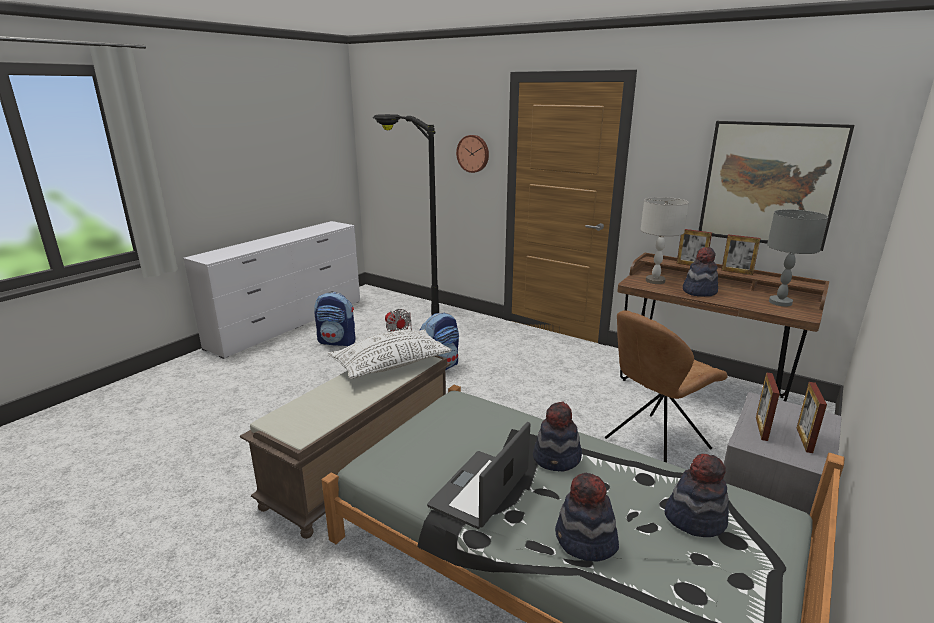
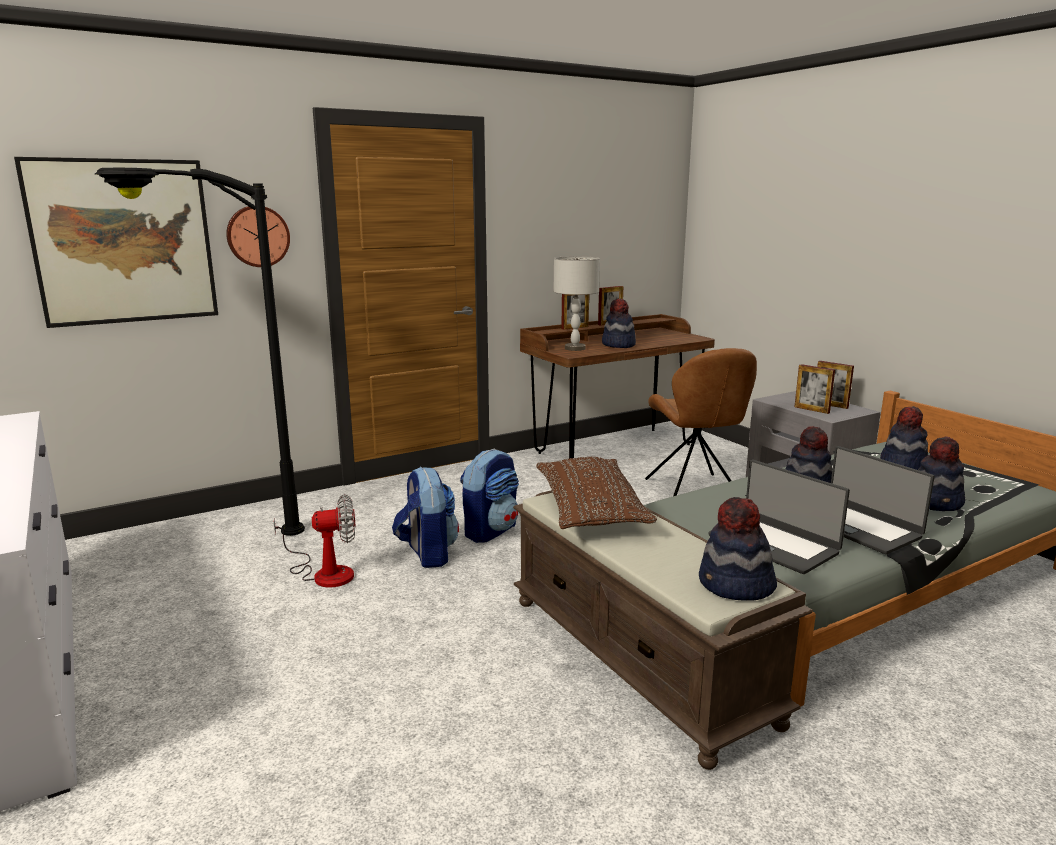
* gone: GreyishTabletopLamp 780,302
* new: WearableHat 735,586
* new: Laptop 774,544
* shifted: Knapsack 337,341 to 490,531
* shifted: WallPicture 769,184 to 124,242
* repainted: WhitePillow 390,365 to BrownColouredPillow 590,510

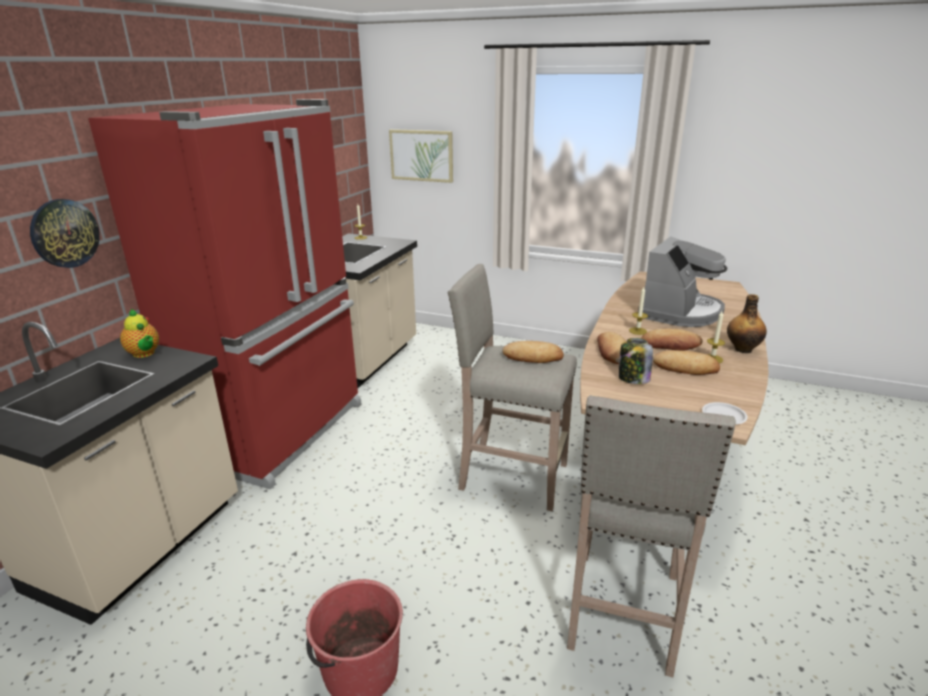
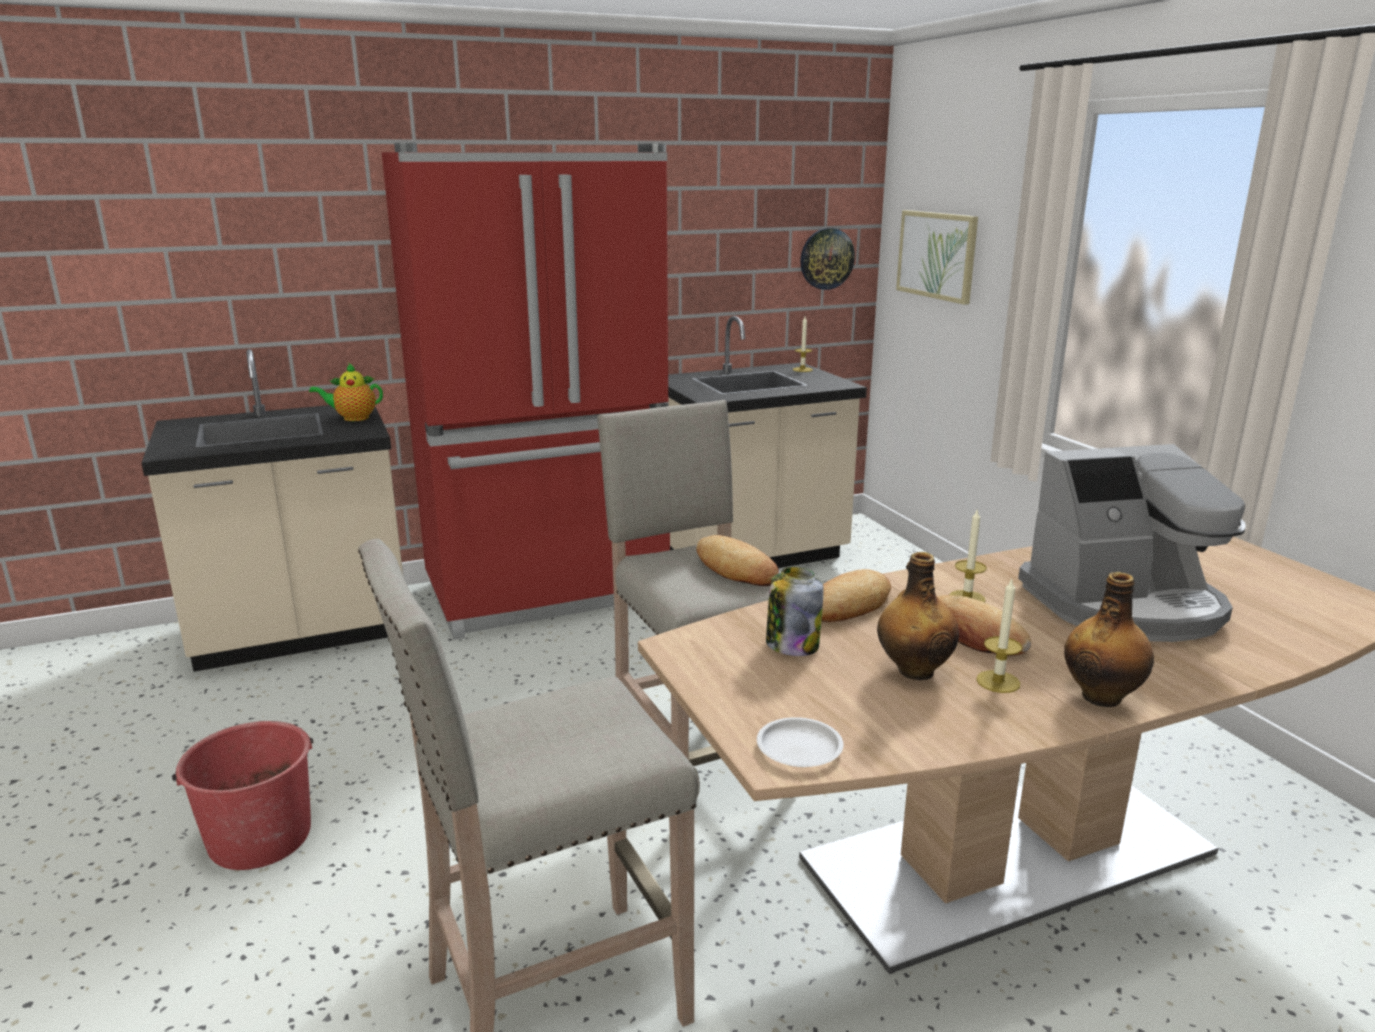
* shifted: WallClock 64,233 to 826,258
* swapped: Bread 685,367 to BeverageBottle 914,670
* rotated: TeaPot 144,354 = 353,418 75 degrees clockwise

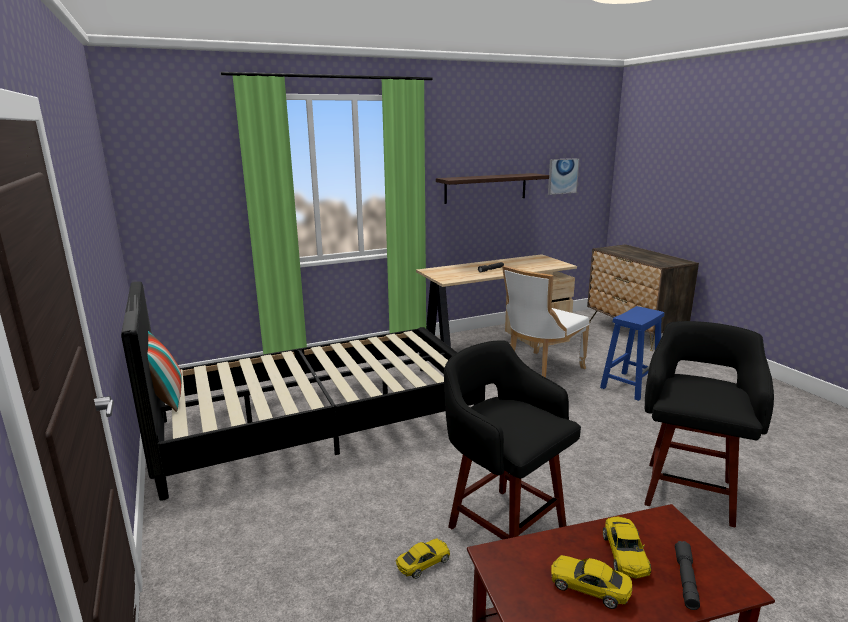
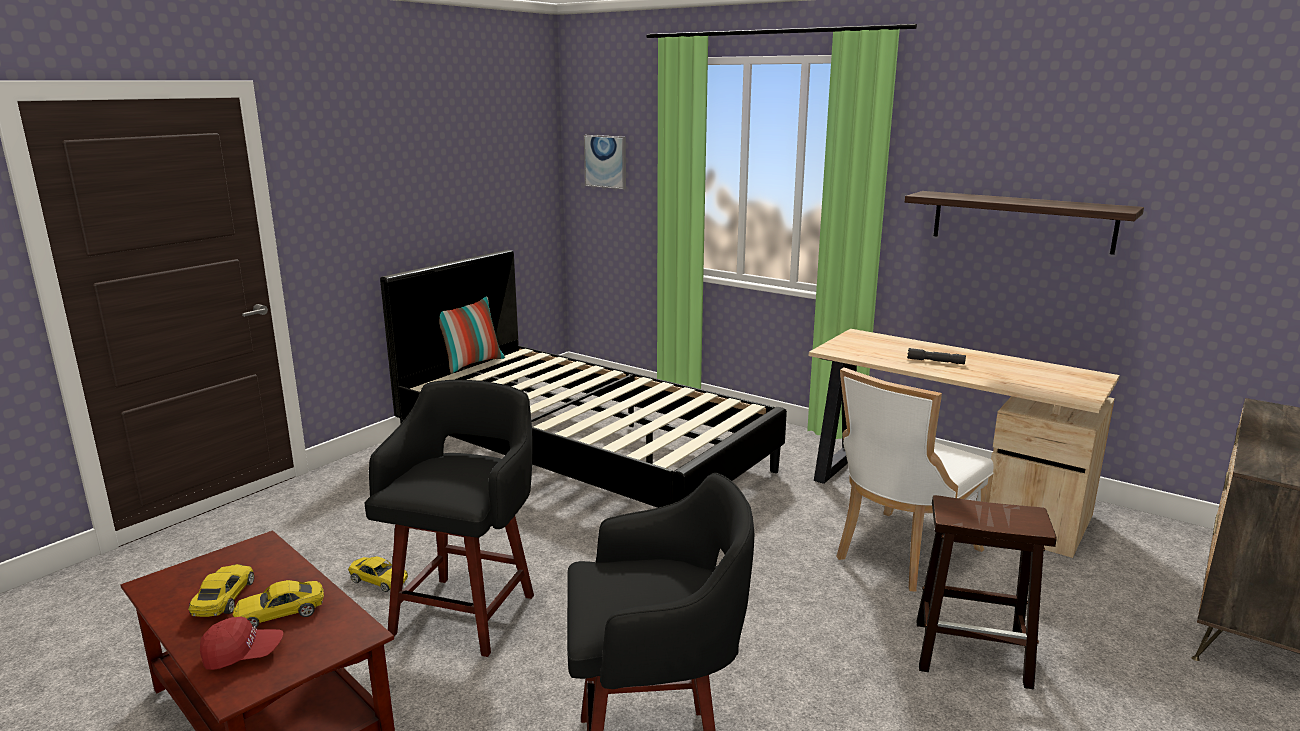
* shifted: WallPicture 562,176 to 605,161
* swapped: GreyishHandTorch 686,580 to ReddishBaseballCap 243,654
* repainted: BlueStool 630,385 to BrownColouredStool 973,653
* rotated: WhitePlainChair 540,370 = 901,554 60 degrees counterclockwise

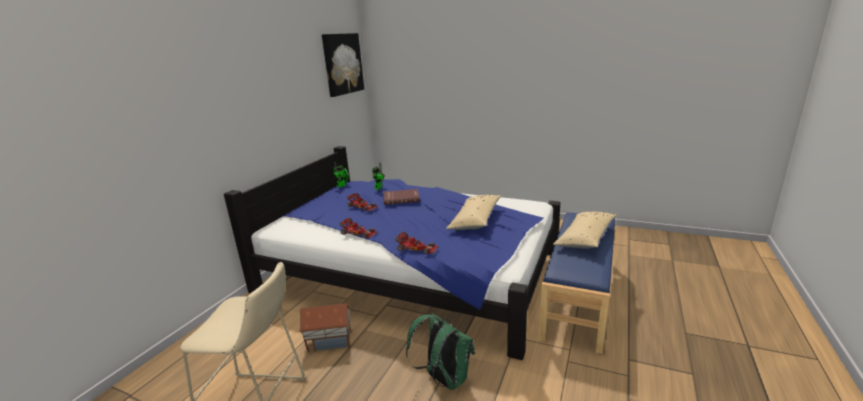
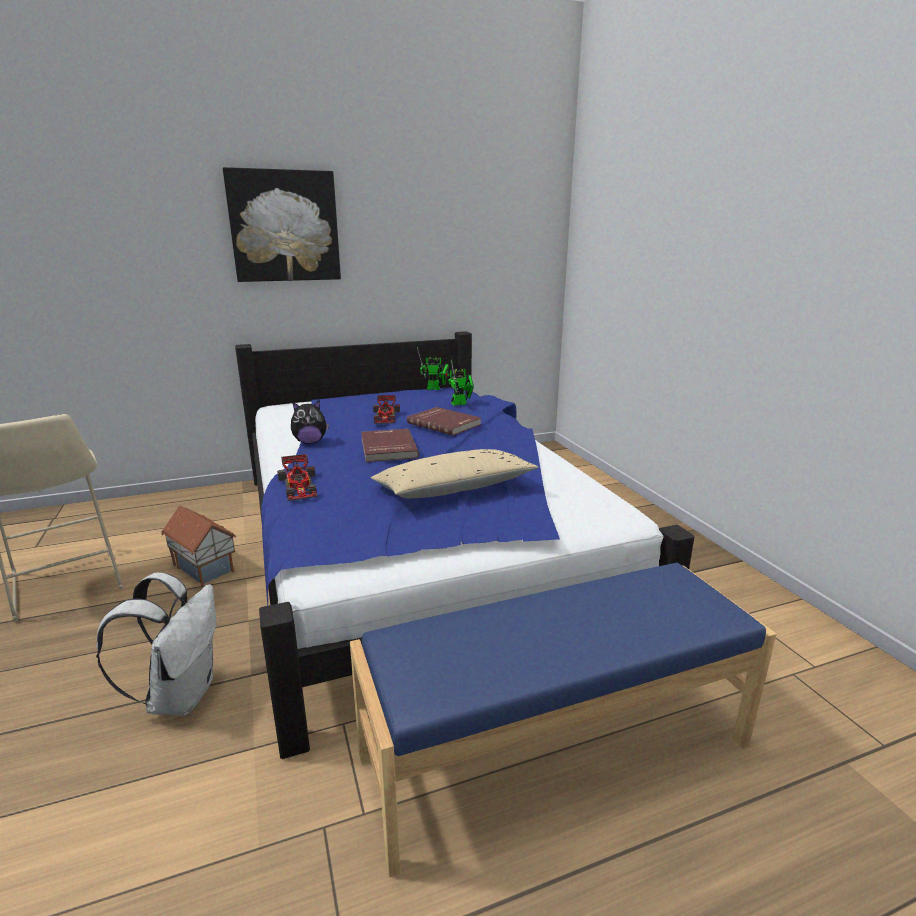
* gone: BeigeColouredPillow 585,238
* new: ReddishBoundBook 387,448
* shifted: WallPicture 342,64 to 284,226
* swapped: ModelCar 359,232 to SoftToy 310,442
* repainted: GreenKnapsack 444,379 to WhiteKnapsack 181,694

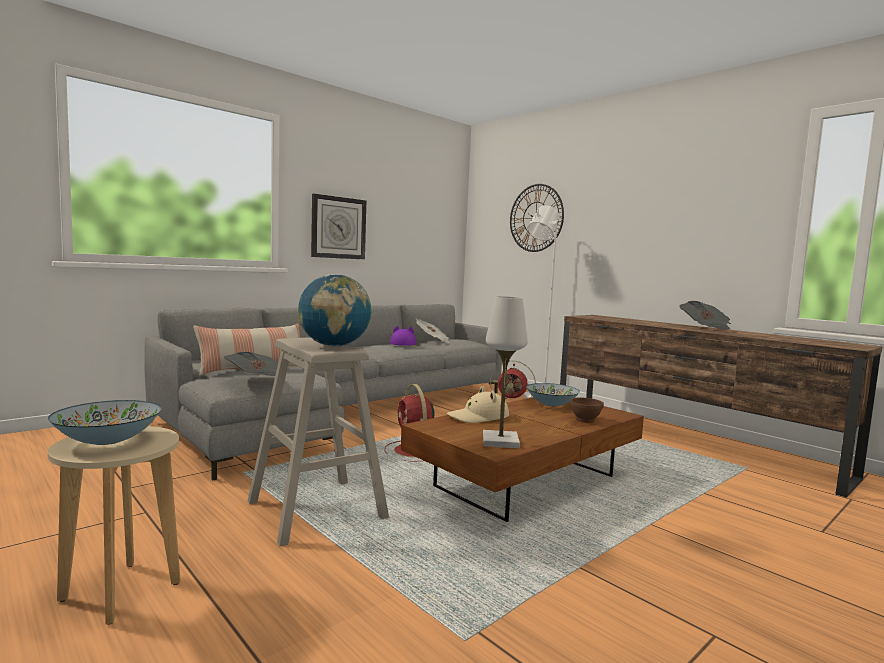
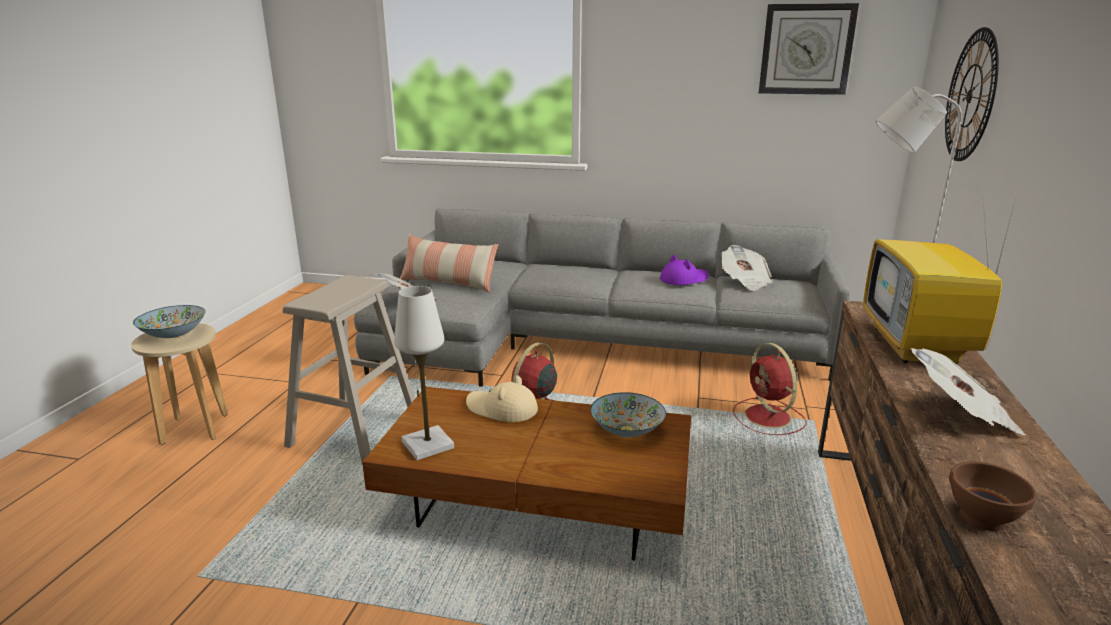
* gone: DeskGlobe 334,346
* new: Television 917,347
* shifted: WallClock 338,228 to 806,49
* shifted: BrownColouredServingBowl 585,420 to 982,518

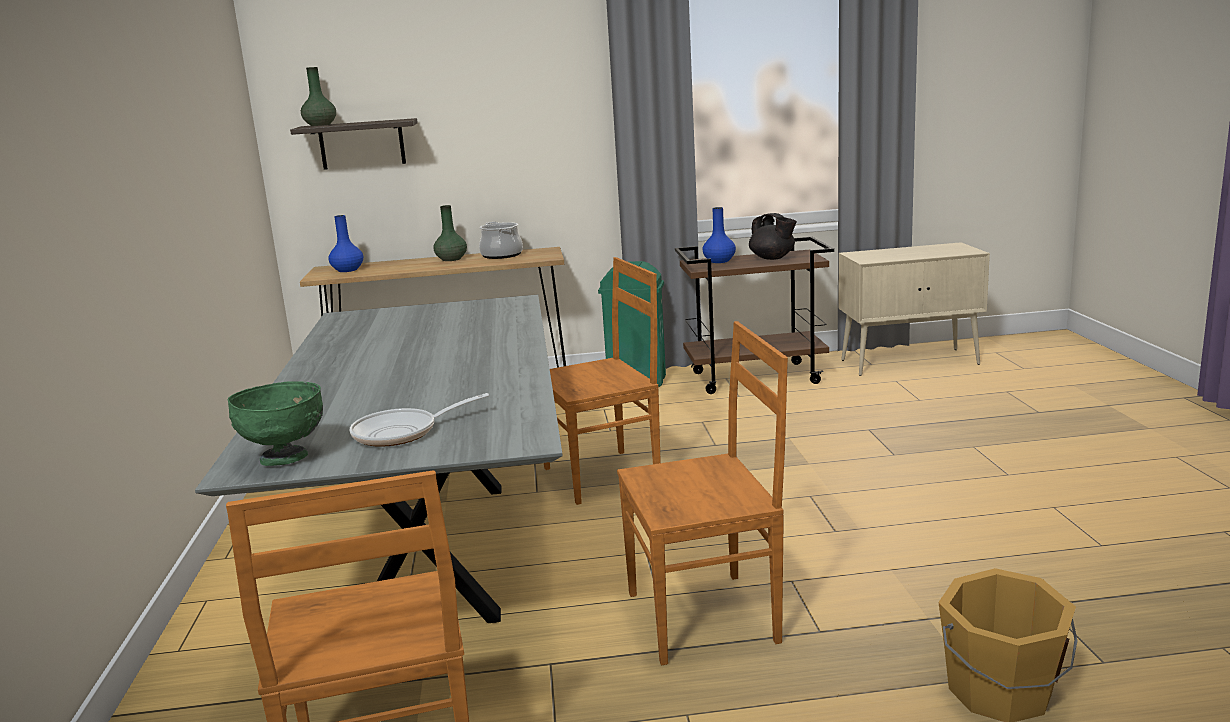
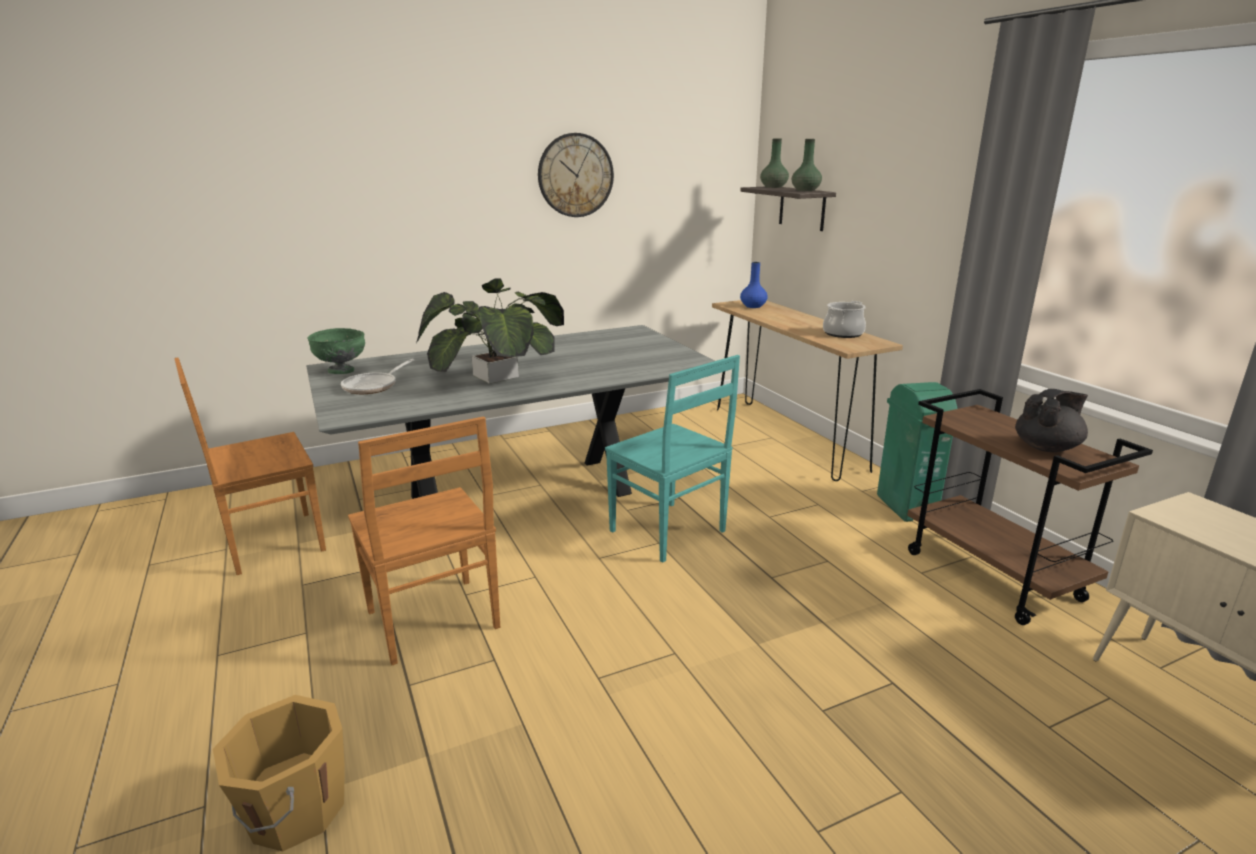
* gone: BlueDecorativeVase 719,261
* new: PlantInAPot 495,375
* new: WallClock 575,175
* shifted: GreenDecorativeVase 451,259 to 805,190
* repainted: BrownColouredPlainChair 605,476 to TurquoiseColouredPlainChair 669,532
* rotated: Pan 402,432 = 373,386 105 degrees counterclockwise
* rotated: BlackTeaPot 772,258 = 1047,448 150 degrees counterclockwise

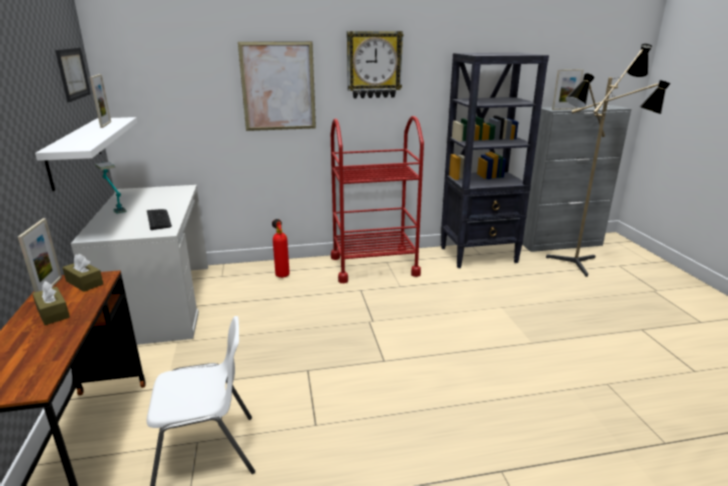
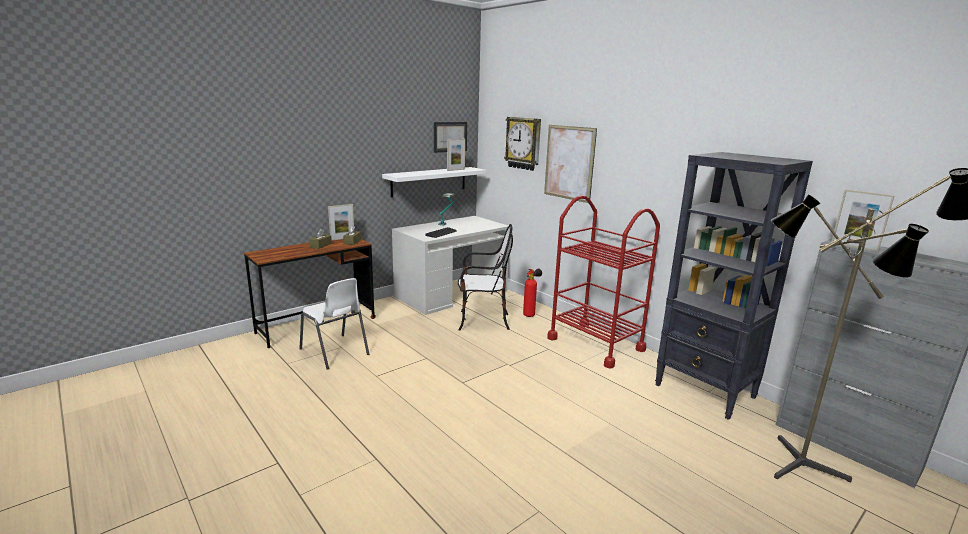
* new: PlainChair 483,321
* shifted: WallClock 374,65 to 523,143

